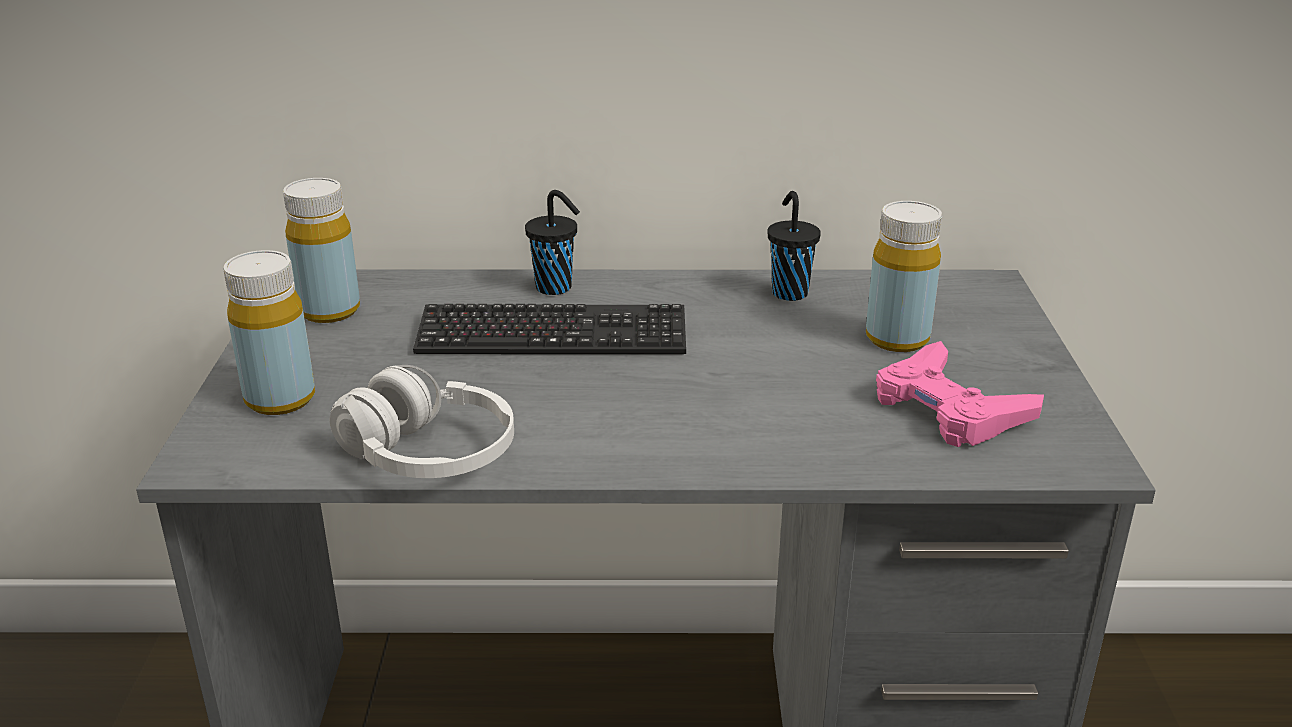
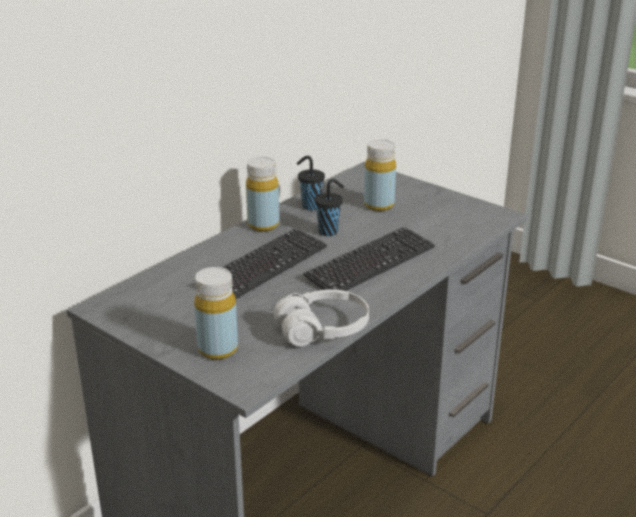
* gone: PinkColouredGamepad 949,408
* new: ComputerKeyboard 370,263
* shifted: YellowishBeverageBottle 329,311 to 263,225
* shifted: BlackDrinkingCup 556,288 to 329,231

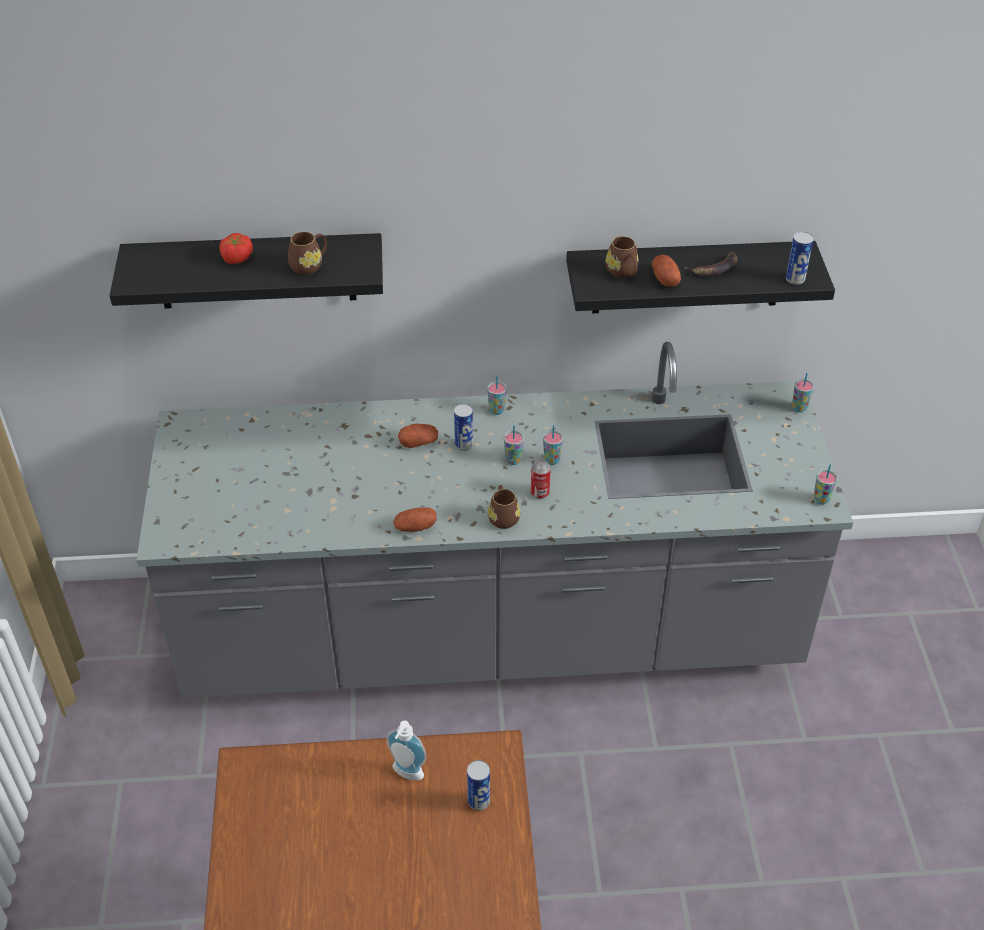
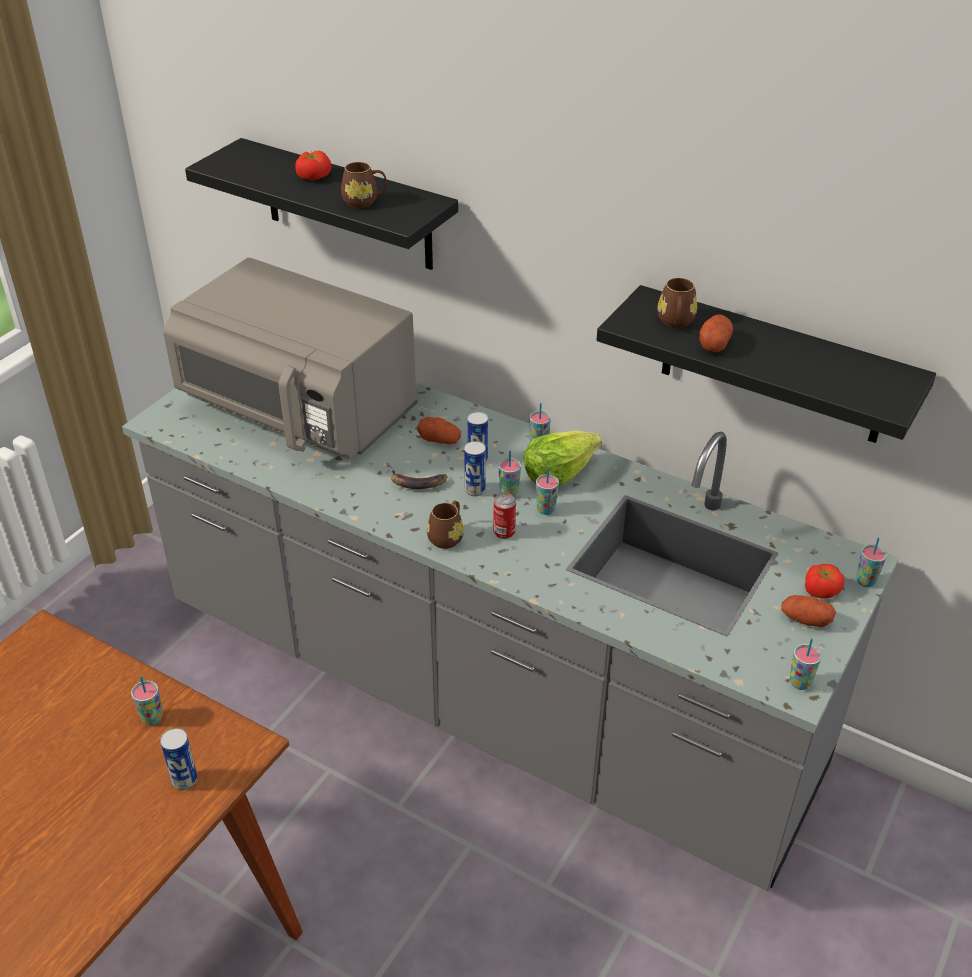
* new: GreyishMicrowaveOven 298,412
* new: HeadOfLettuce 558,473
* new: Tomato 820,590
* shifted: Spud 415,527 to 805,620
* shifted: BananaFruit 715,268 to 418,482
* shifted: MetalCan 795,279 to 475,490
* swapped: SoapBottle 406,774 to DrinkingCup 152,718

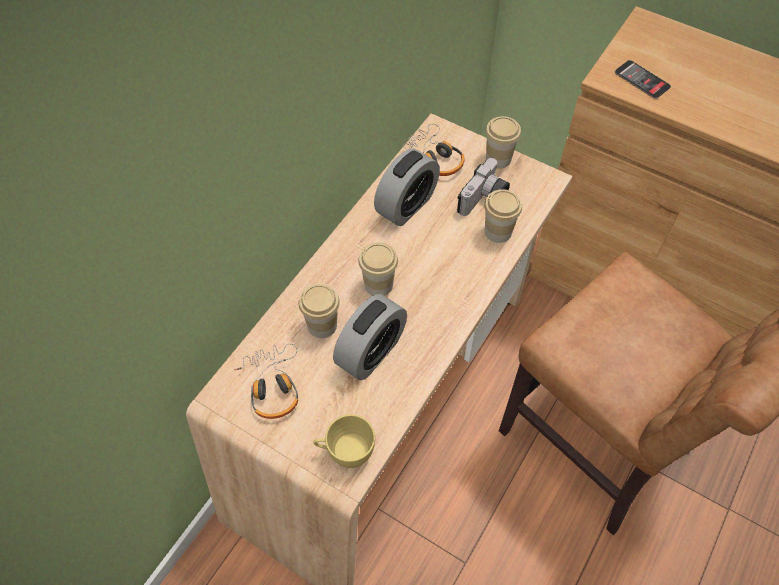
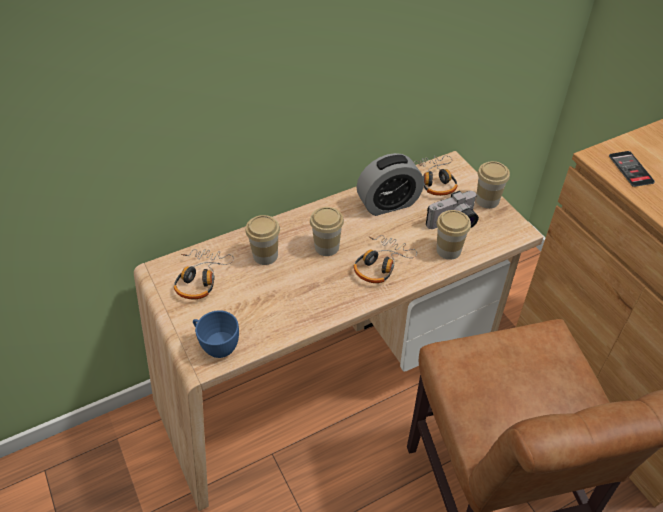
* gone: AlarmClock 371,352
* new: PairOfHeadphones 380,264
* repainted: YellowishDrinkingCup 345,452 to BlueDrinkingCup 216,346

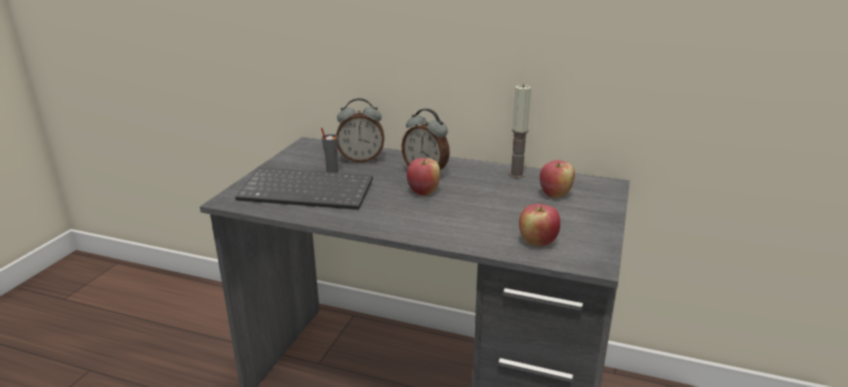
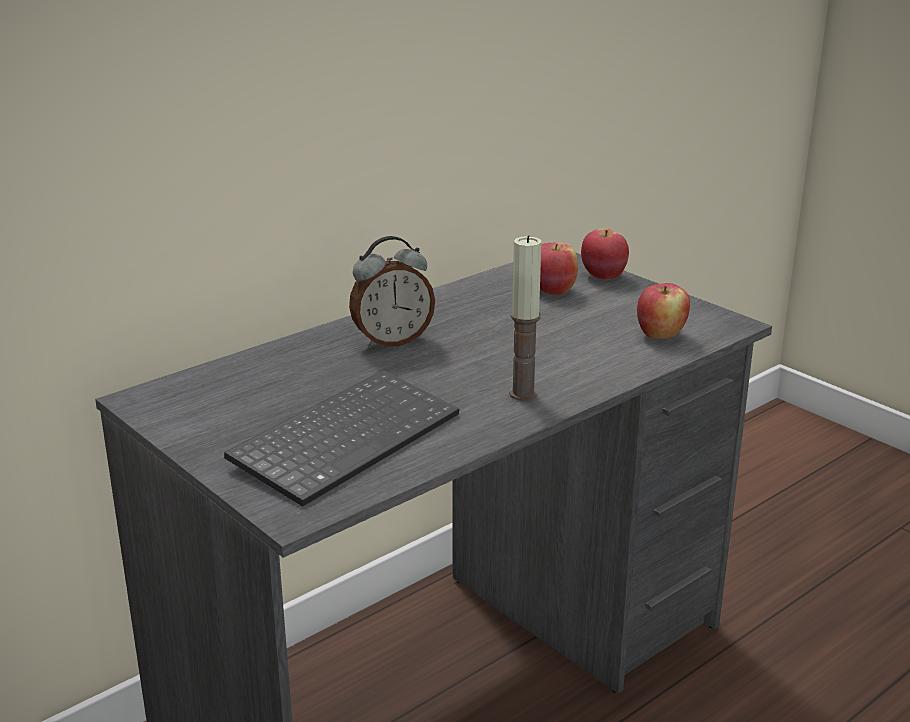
* gone: GreyishDrinkingCup 331,171
* gone: AlarmClock 361,159
* shifted: WholeApple 423,192 to 603,276
* shifted: Candle 517,175 to 523,394

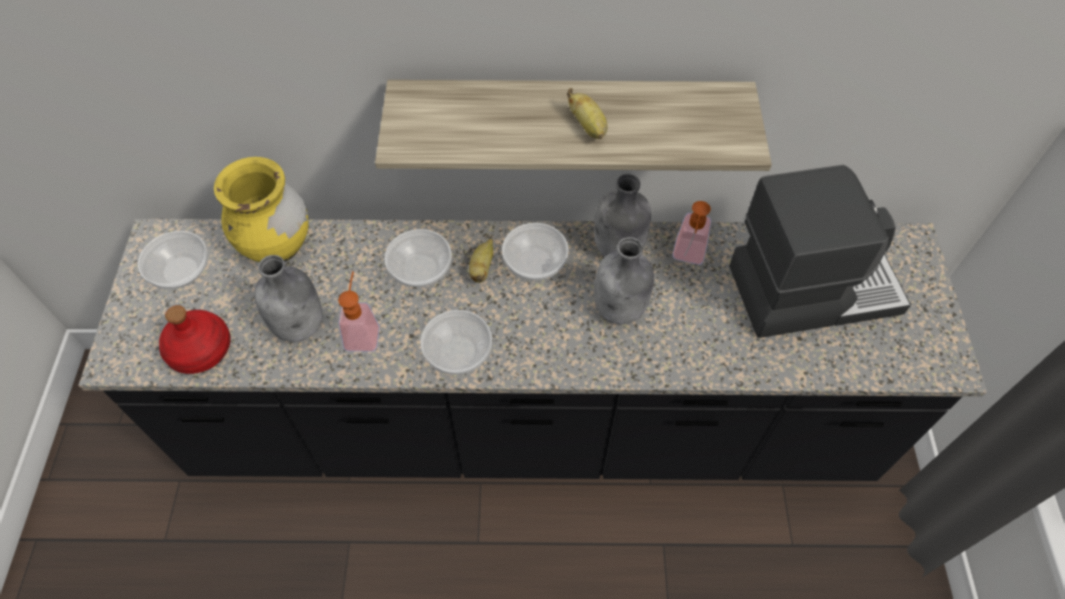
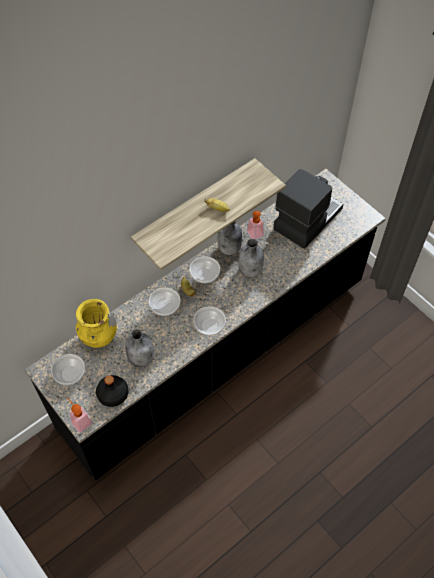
* shifted: SoapBottle 363,332 to 79,420
* repainted: ReddishBeverageBottle 200,350 to BlackBeverageBottle 112,394

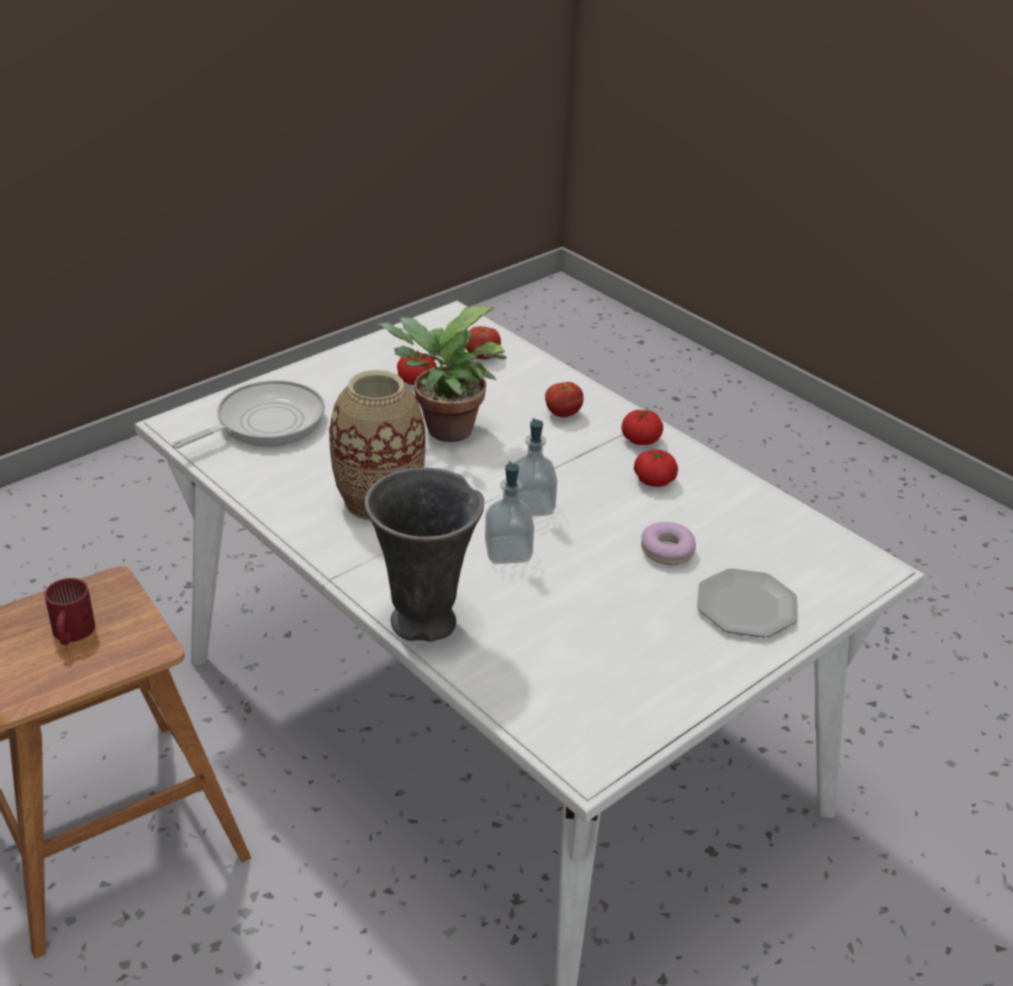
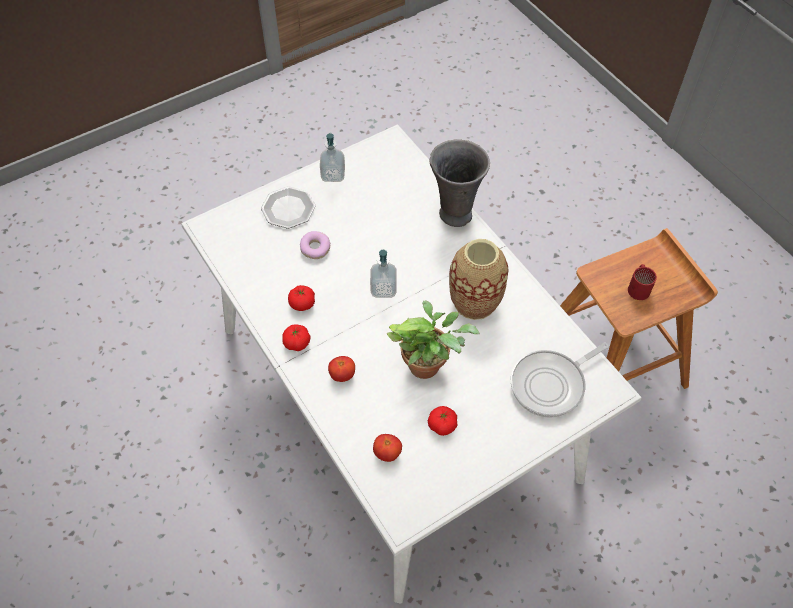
* shifted: SoapBottle 508,552 to 333,175

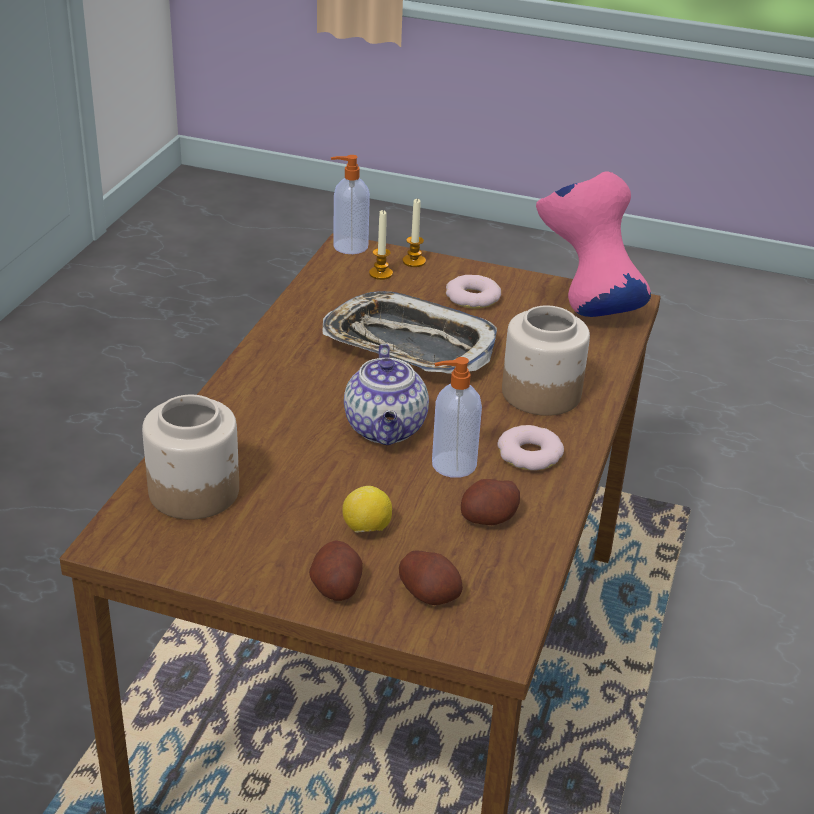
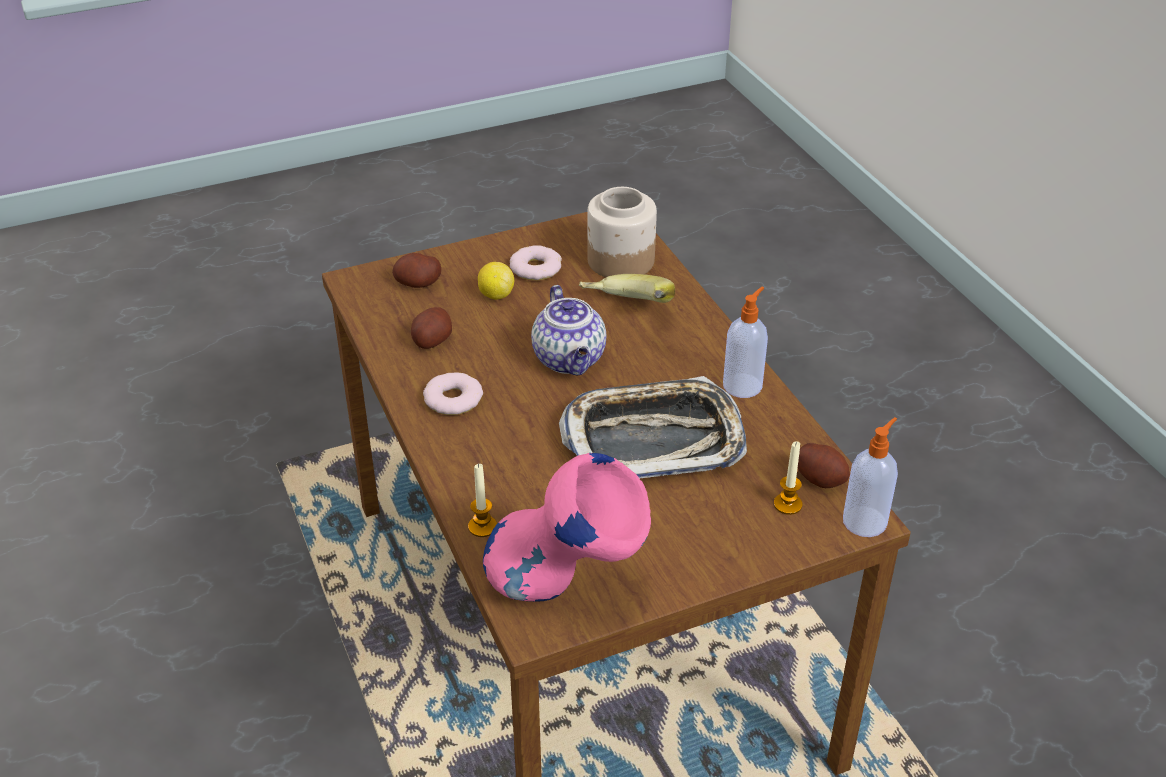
* gone: Jar 540,393
* new: BananaFruit 625,311
* shifted: Spud 336,587 to 820,478
* shifted: Candle 414,261 to 482,527
* shifted: SoapBottle 452,465 to 743,385
* shifted: Donut 472,298 to 535,268
* rotated: TeaPot 386,429 = 570,360 150 degrees counterclockwise

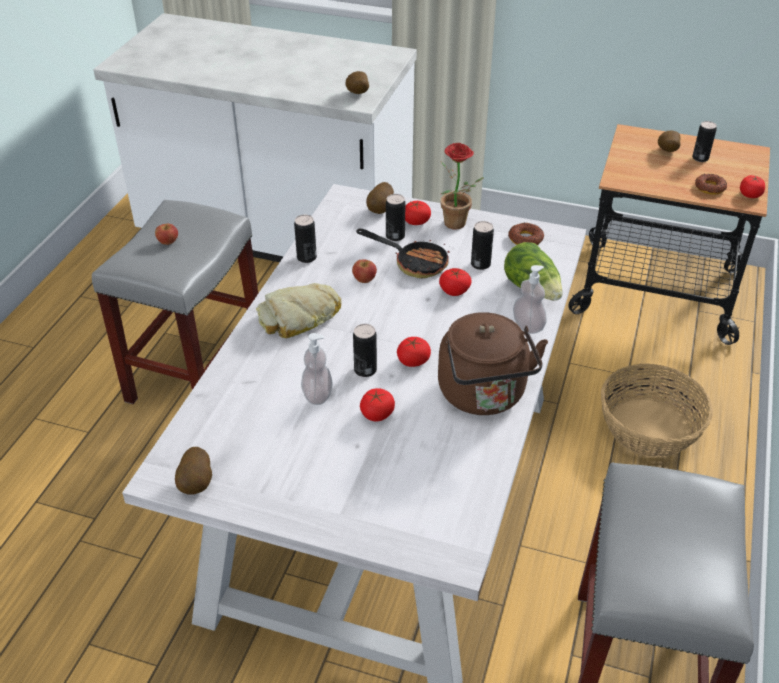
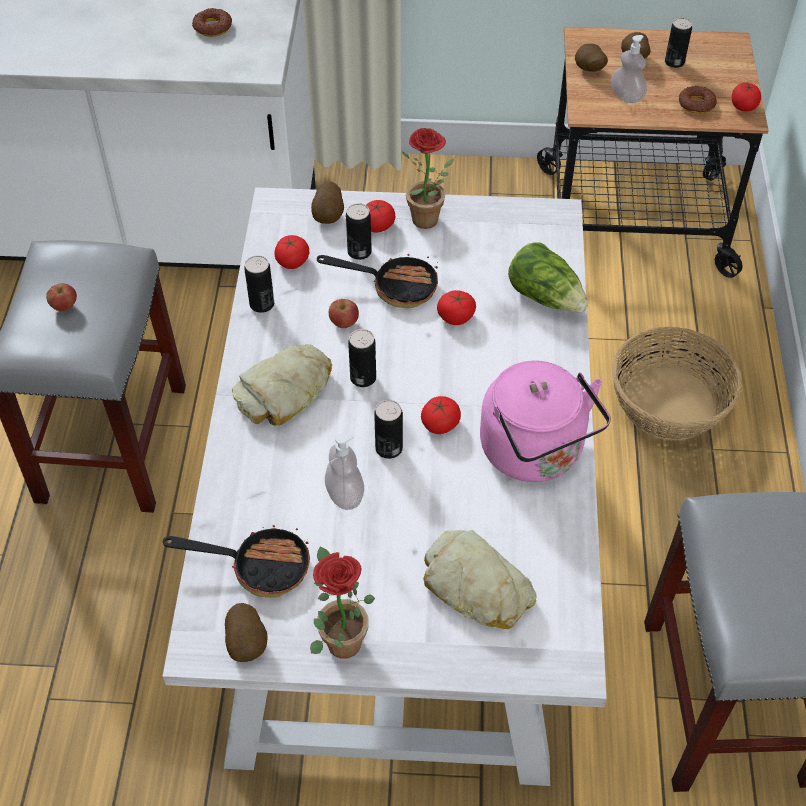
* new: Pan 259,566
* new: PlantInAPot 339,637
* new: Bread 476,587
* shifted: Spud 357,94 to 588,70
* shifted: Tomato 377,414 to 292,261
* shifted: MetalCan 480,264 to 363,378
* shifted: Donut 525,239 to 212,27
* shifted: SoapBottle 528,326 to 626,96
* repainted: BrownColouredWaterKettle 484,396 to PinkColouredWaterKettle 536,453

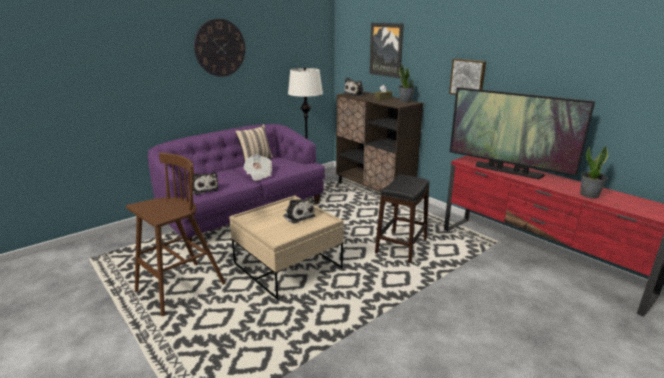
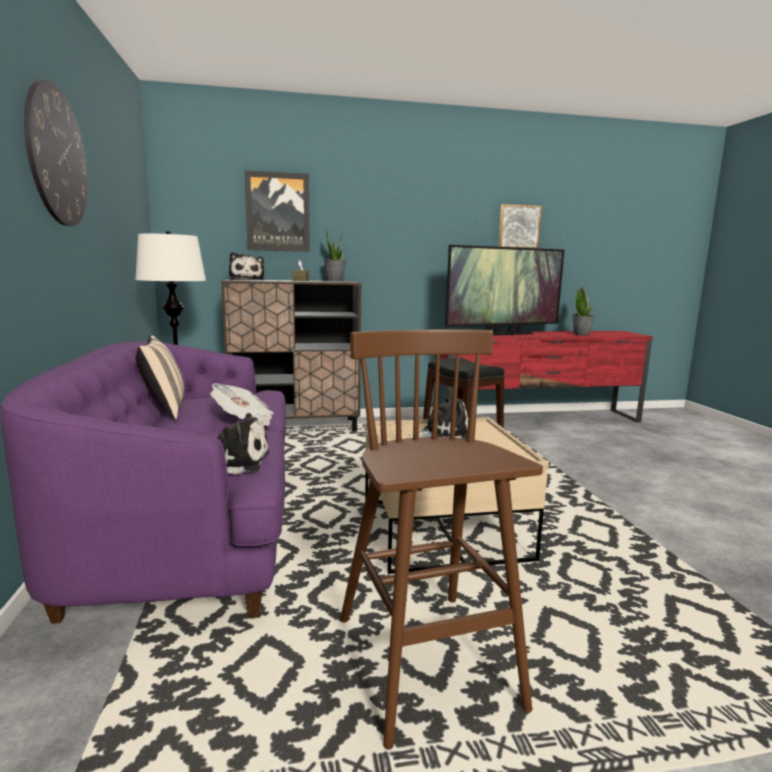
* shifted: WallPicture 468,78 to 518,227

